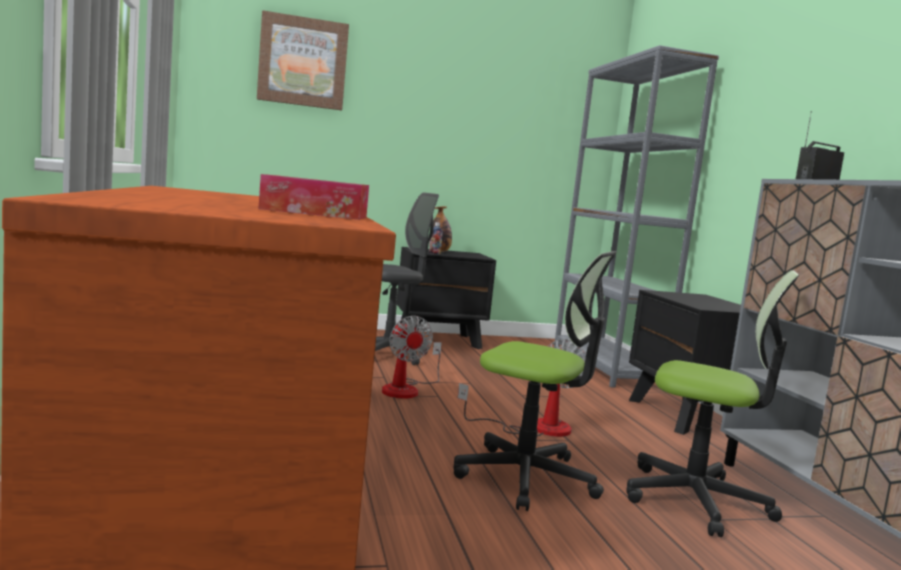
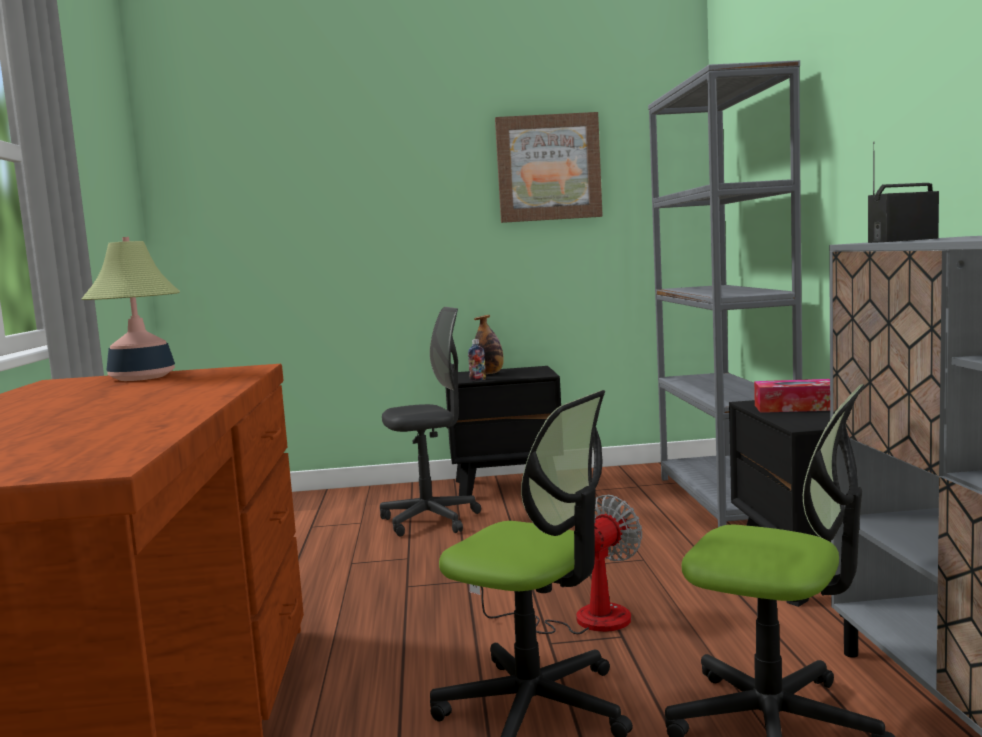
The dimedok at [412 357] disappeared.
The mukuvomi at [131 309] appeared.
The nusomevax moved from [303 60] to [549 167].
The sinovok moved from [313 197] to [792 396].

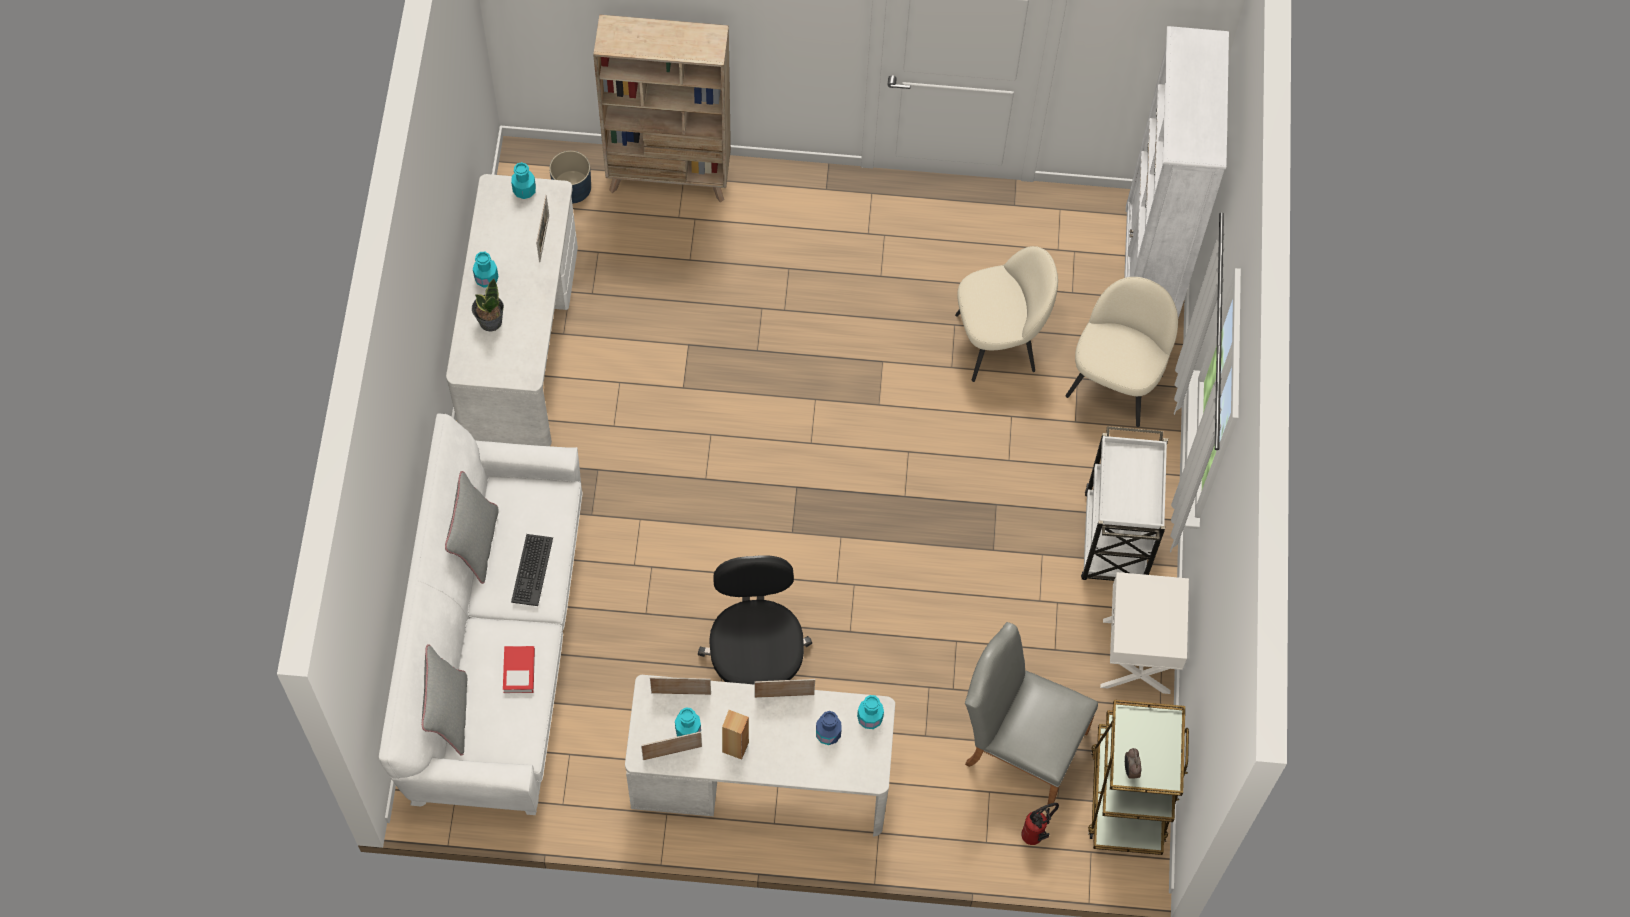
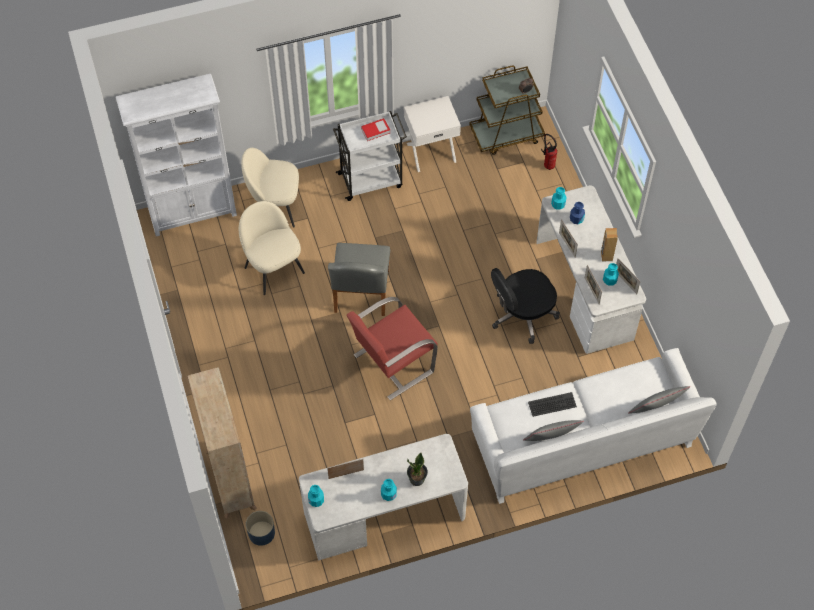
The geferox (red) at [392 348] appeared.
The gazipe moved from [519 669] to [375 129].
The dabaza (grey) moved from [1031 713] to [359 279].

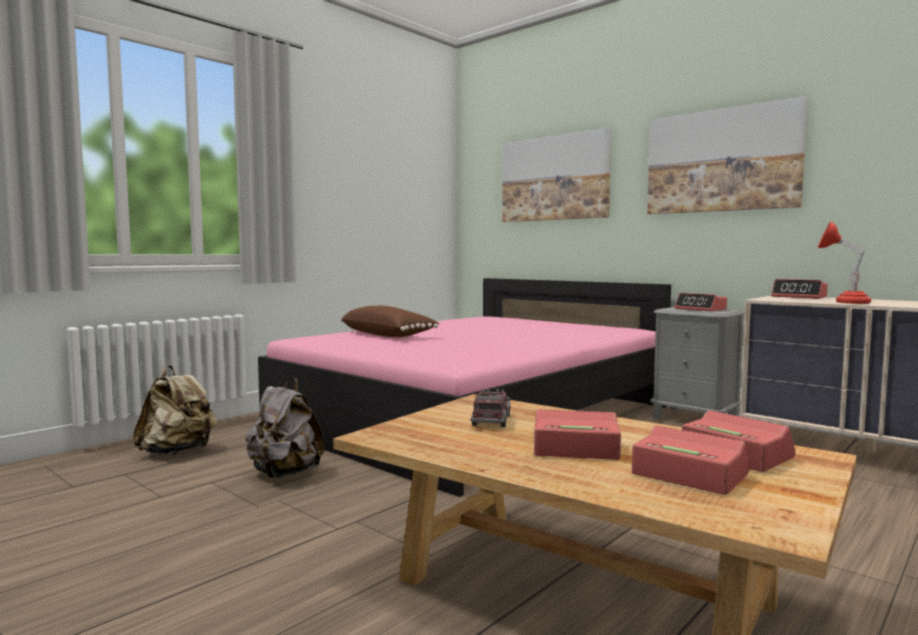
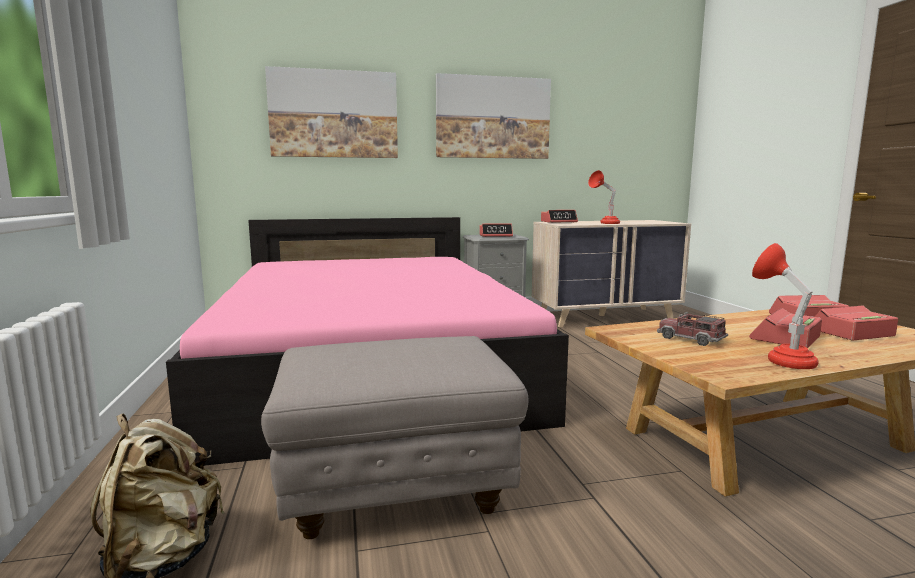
The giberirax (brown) at [389 321] disappeared.
The mukuvomi (red) at [785 306] appeared.
The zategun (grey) at [284 428] was replaced by the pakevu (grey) at [394 437].

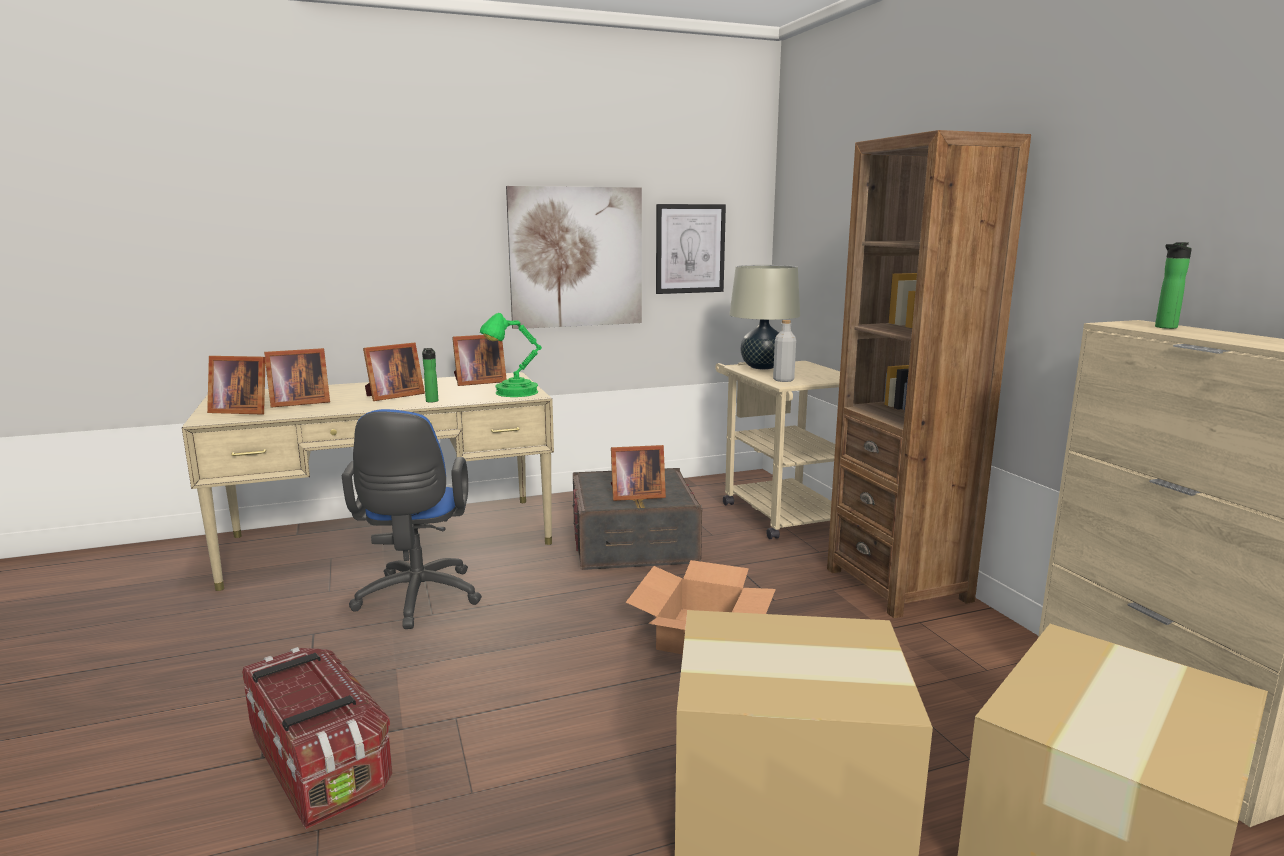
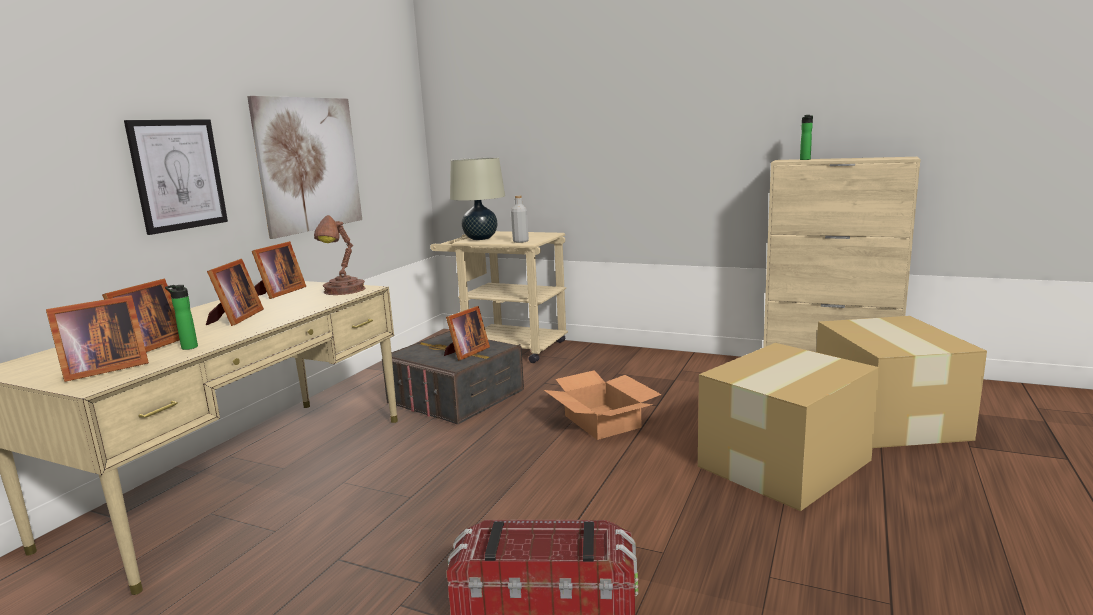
The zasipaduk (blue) at [412 519] disappeared.
The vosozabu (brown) at [929 374] disappeared.
The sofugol moved from [430 375] to [181 317].
The nusomevax moved from [691 249] to [176 177].
The mukuvomi (green) at [511 355] became the mukuvomi (brown) at [339 255].

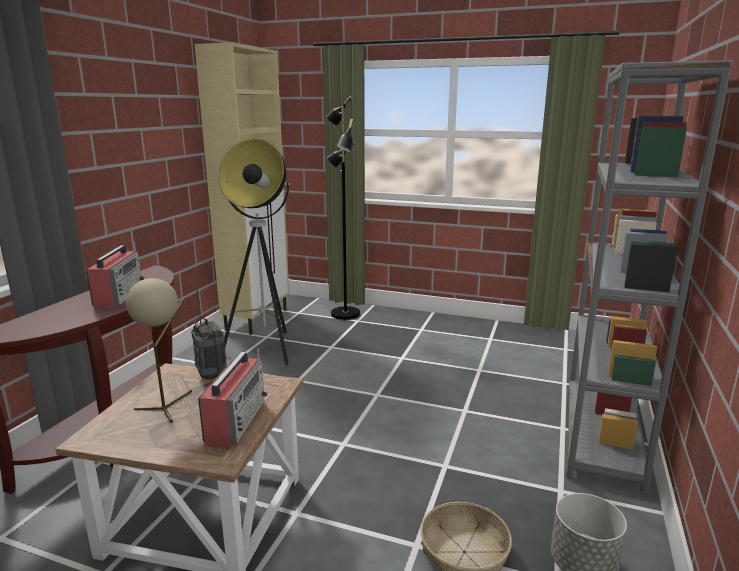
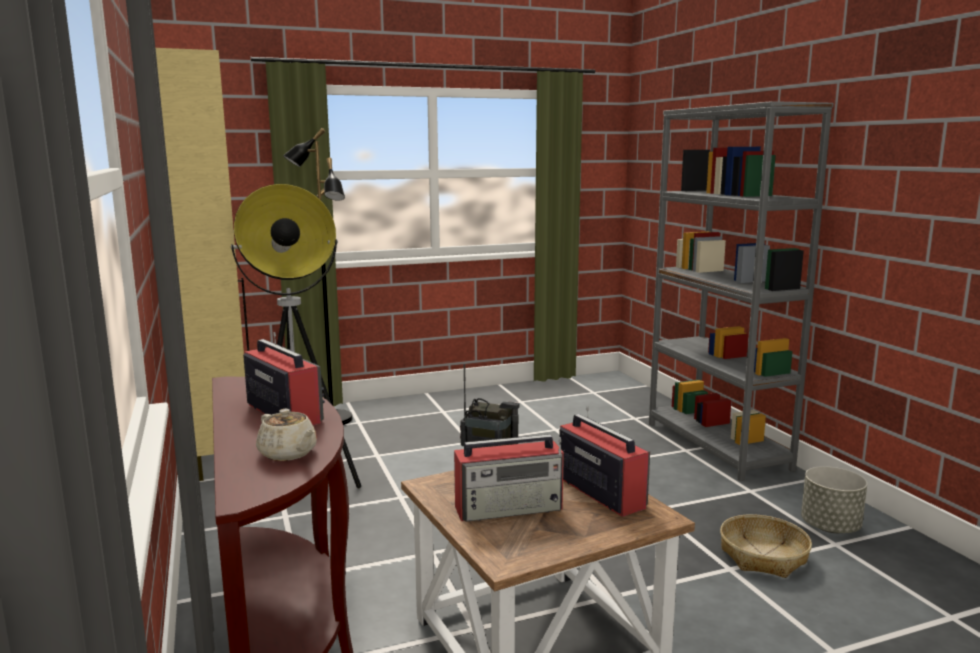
The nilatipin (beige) at [286 435] appeared.
The mukuvomi (beige) at [159 350] was replaced by the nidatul at [509 478].

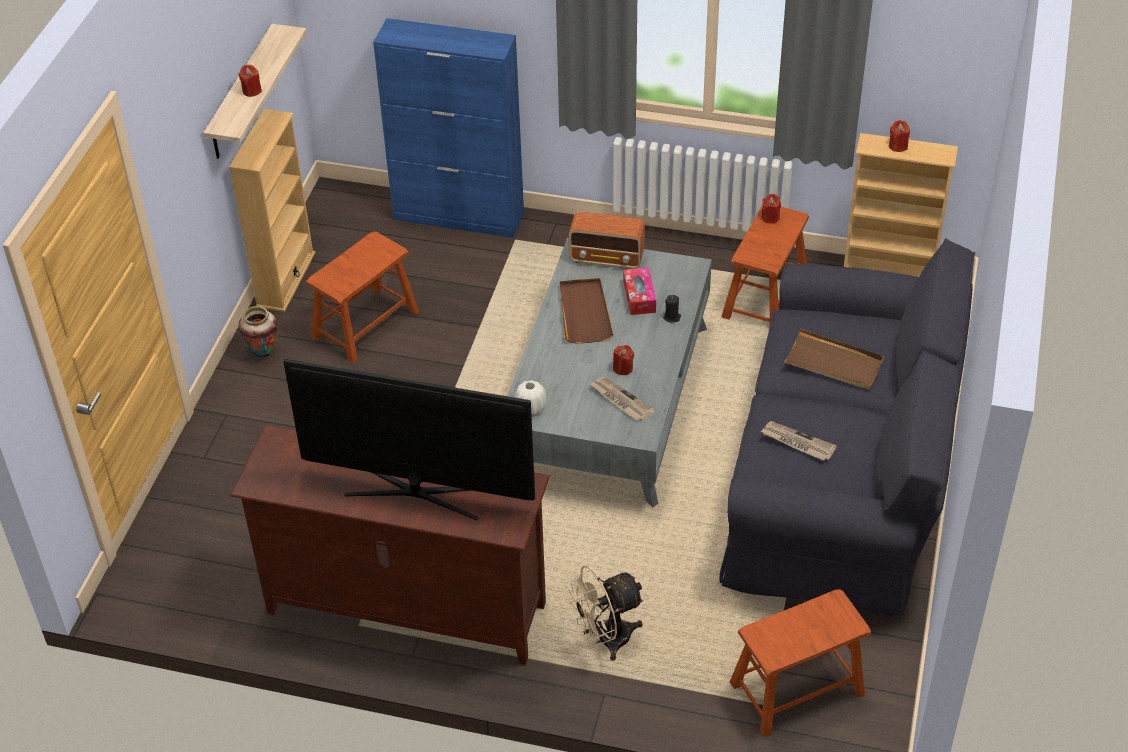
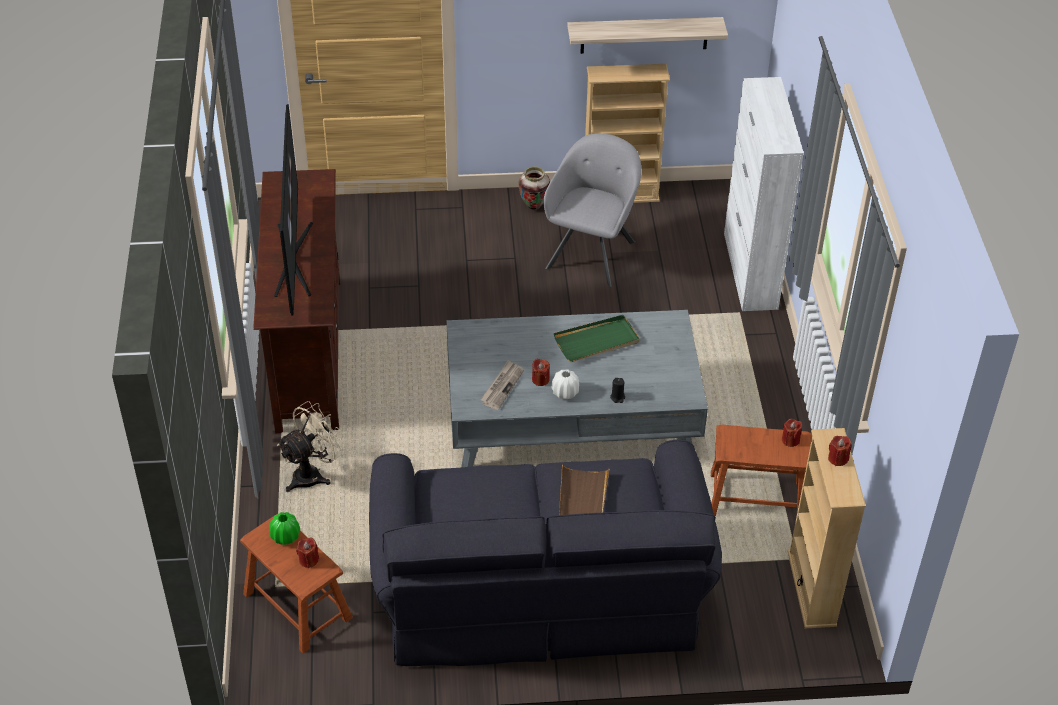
The nidatul at [606 240] disappeared.
The sinovok at [639 291] disappeared.
The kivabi at [798 441] disappeared.
The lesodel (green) at [285 528] appeared.
The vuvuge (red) moved from [250 81] to [307 553].
The lesodel (white) moved from [530 397] to [565 384].
The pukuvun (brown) at [362 297] was replaced by the geferox (grey) at [592 210].
The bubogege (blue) at [448 128] became the bubogege (white) at [764 194].
The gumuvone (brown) at [587 310] became the gumuvone (green) at [597 338].
The dimedok (beige) at [605 613] turned 90 degrees clockwise.

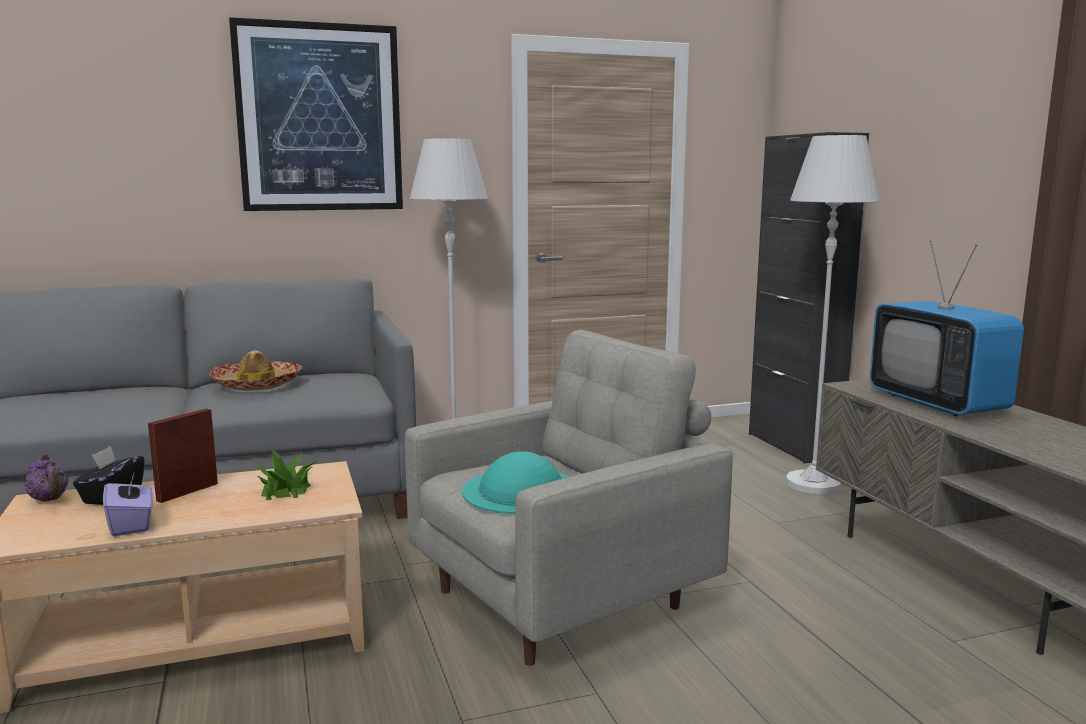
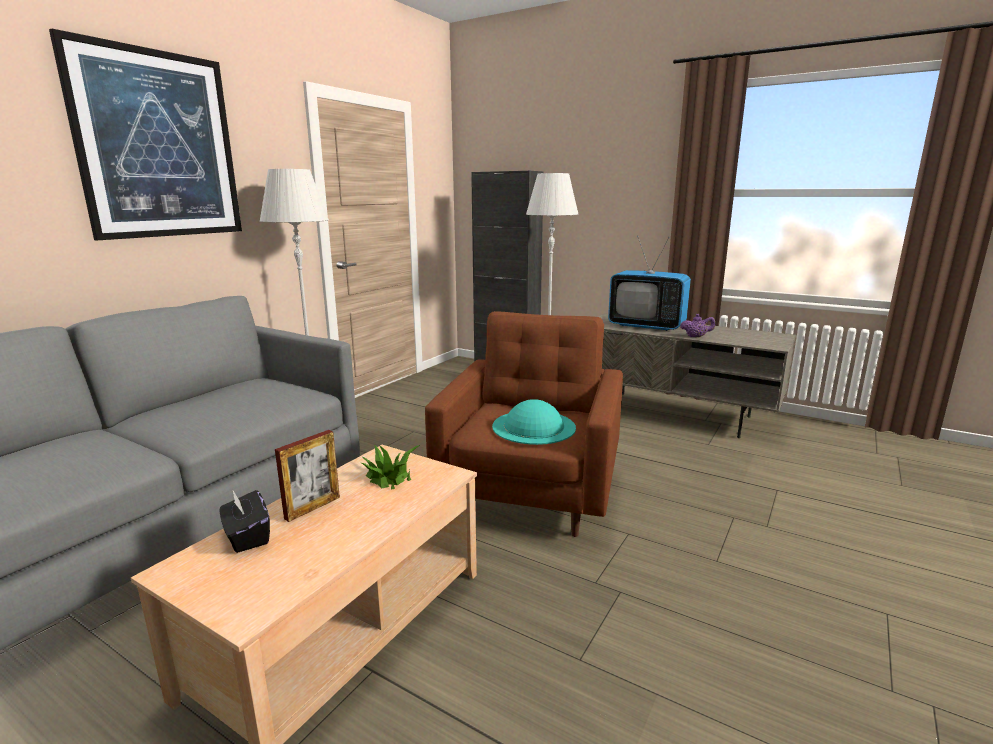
The sinovok (purple) at [128 503] disappeared.
The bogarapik at [255 371] disappeared.
The nilatipin (purple) moved from [46 477] to [697 326].
The geferox (grey) at [569 498] became the geferox (brown) at [524 424].
The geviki at [183 456] turned 135 degrees counterclockwise.

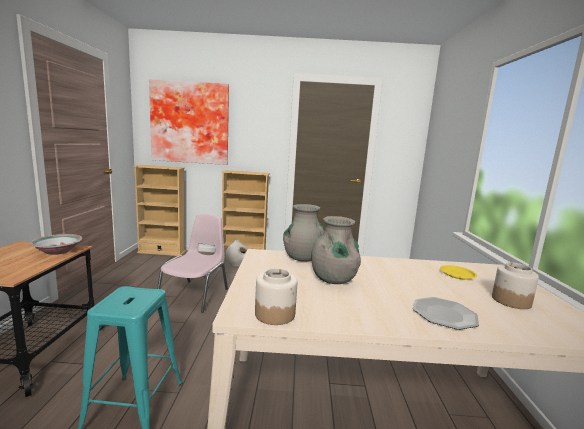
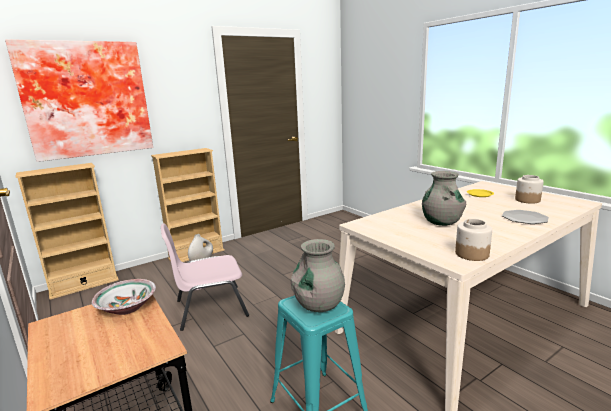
The lesodel (grey) moved from [304 233] to [318 275].
The dabaza (pink) at [192 263] turned 90 degrees counterclockwise.

